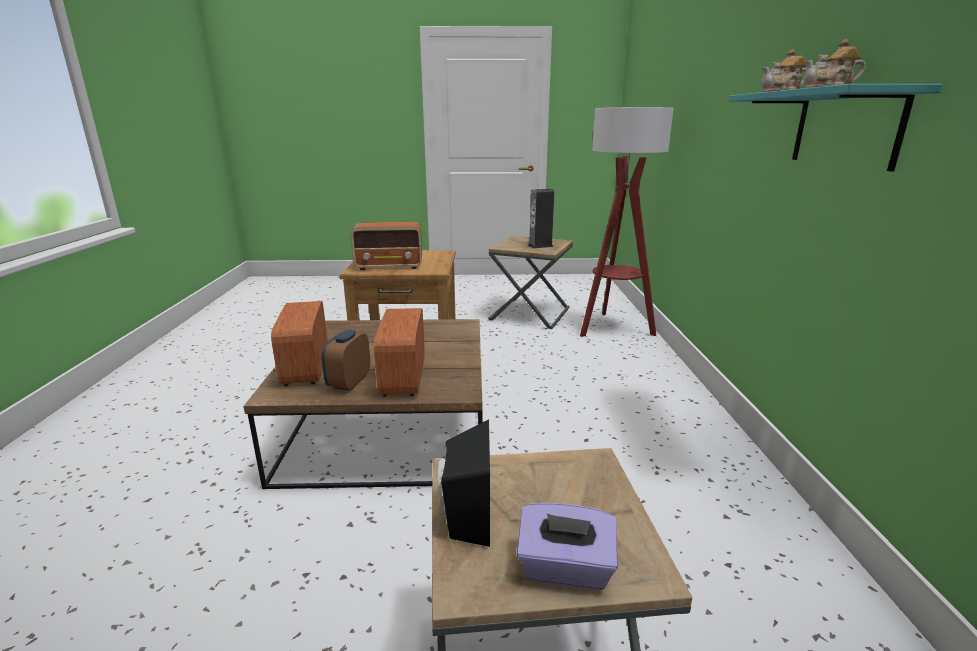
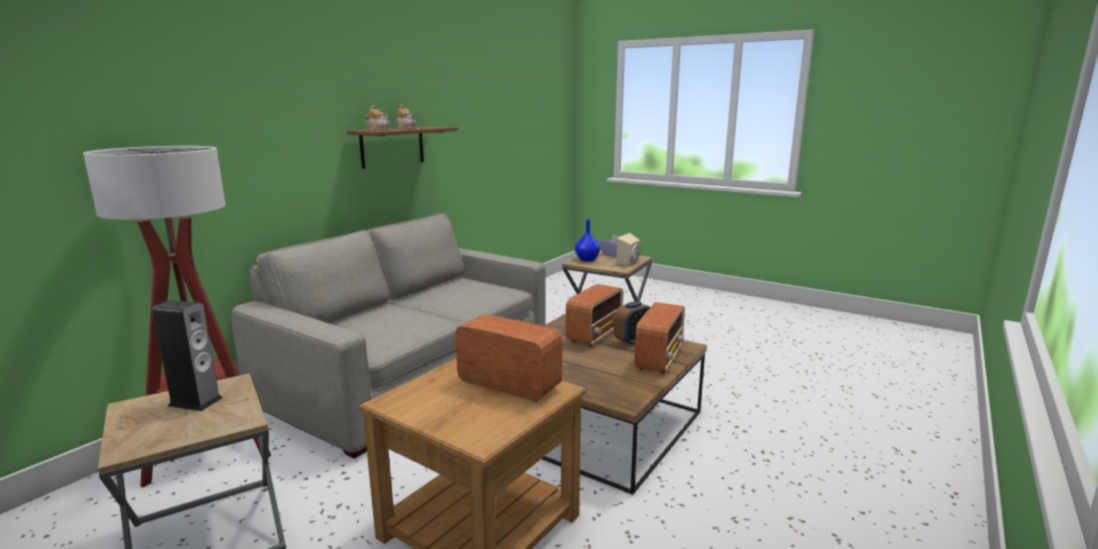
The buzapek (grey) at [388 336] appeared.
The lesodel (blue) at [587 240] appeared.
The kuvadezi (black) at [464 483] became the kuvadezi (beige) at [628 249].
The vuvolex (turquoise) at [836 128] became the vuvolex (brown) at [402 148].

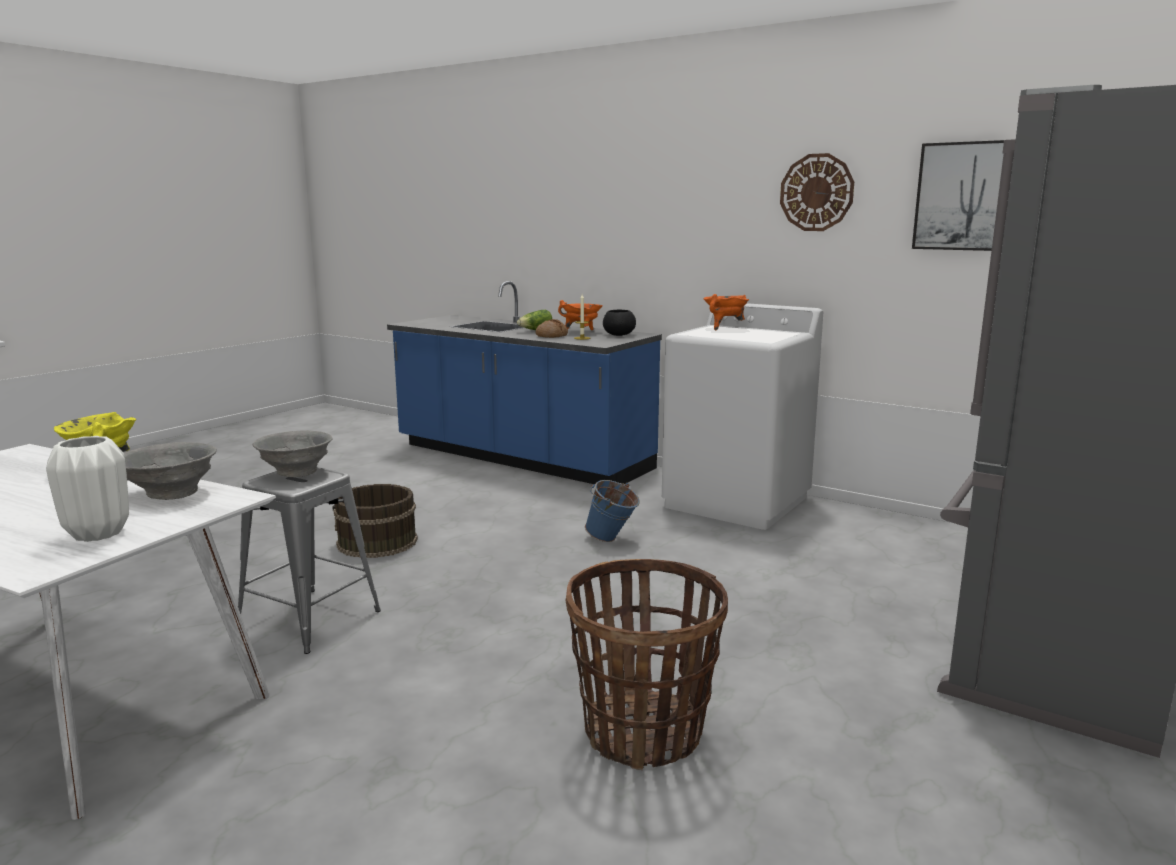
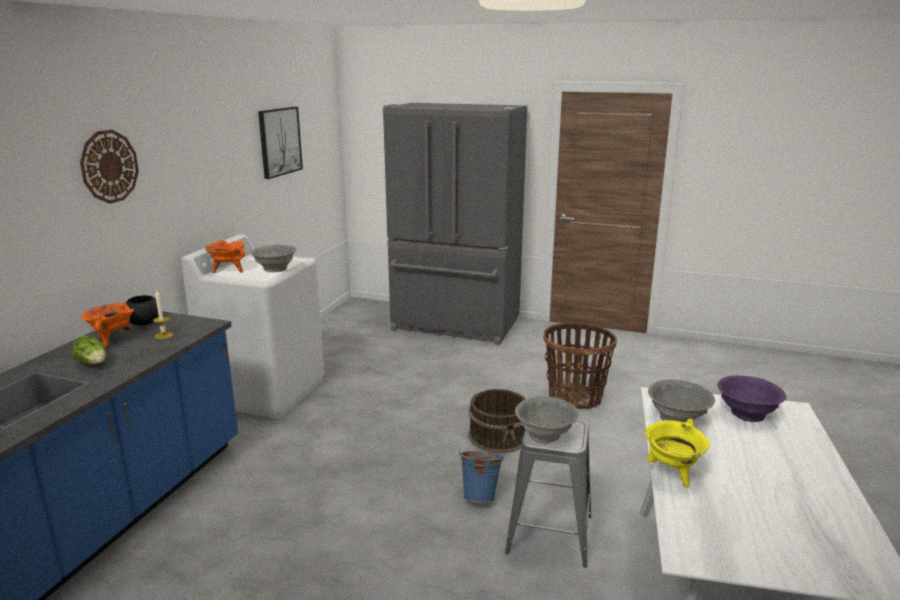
The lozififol at [552 328] disappeared.
The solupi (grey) at [273 258] appeared.
The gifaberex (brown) moved from [375 521] to [497 421].
The gifaberex (blue) moved from [612 511] to [481 476].
The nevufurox moved from [817 192] to [109 167].
The lesodel (white) at [87 489] was replaced by the solupi (purple) at [752 399].

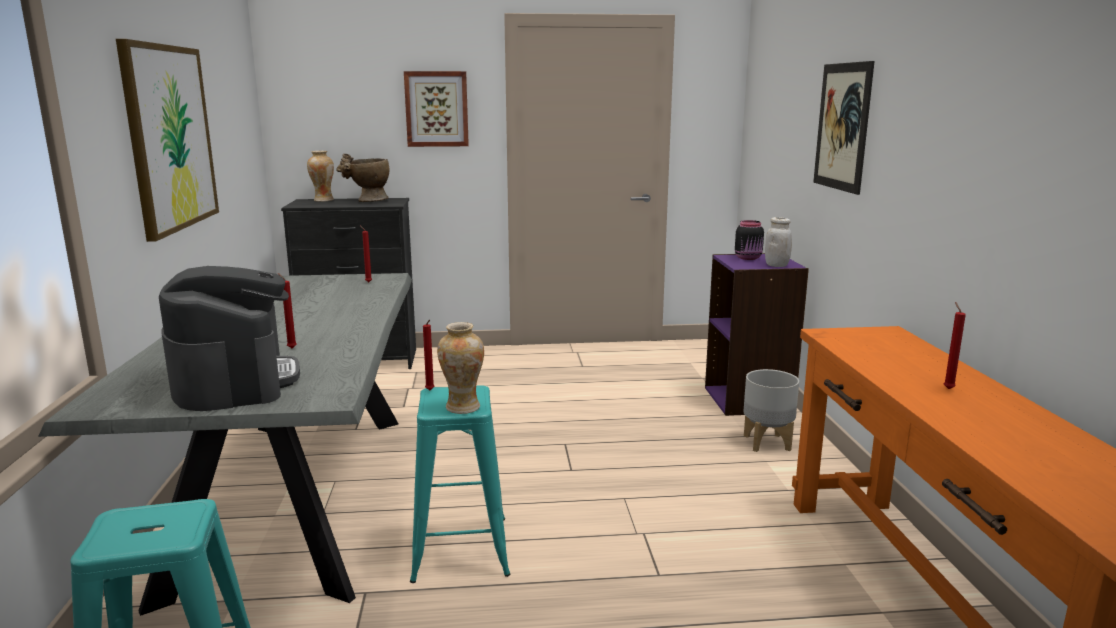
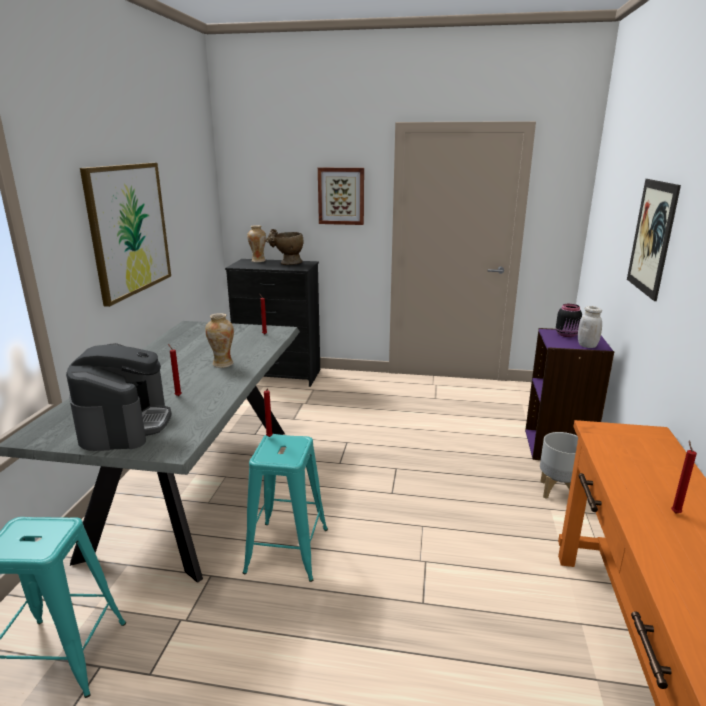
The lesodel moved from [460 368] to [219 340].

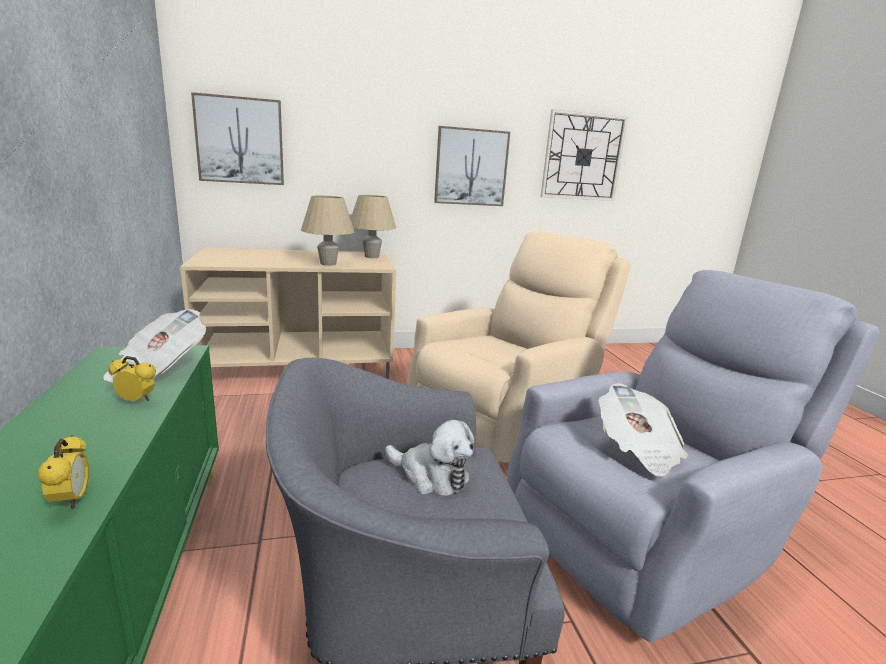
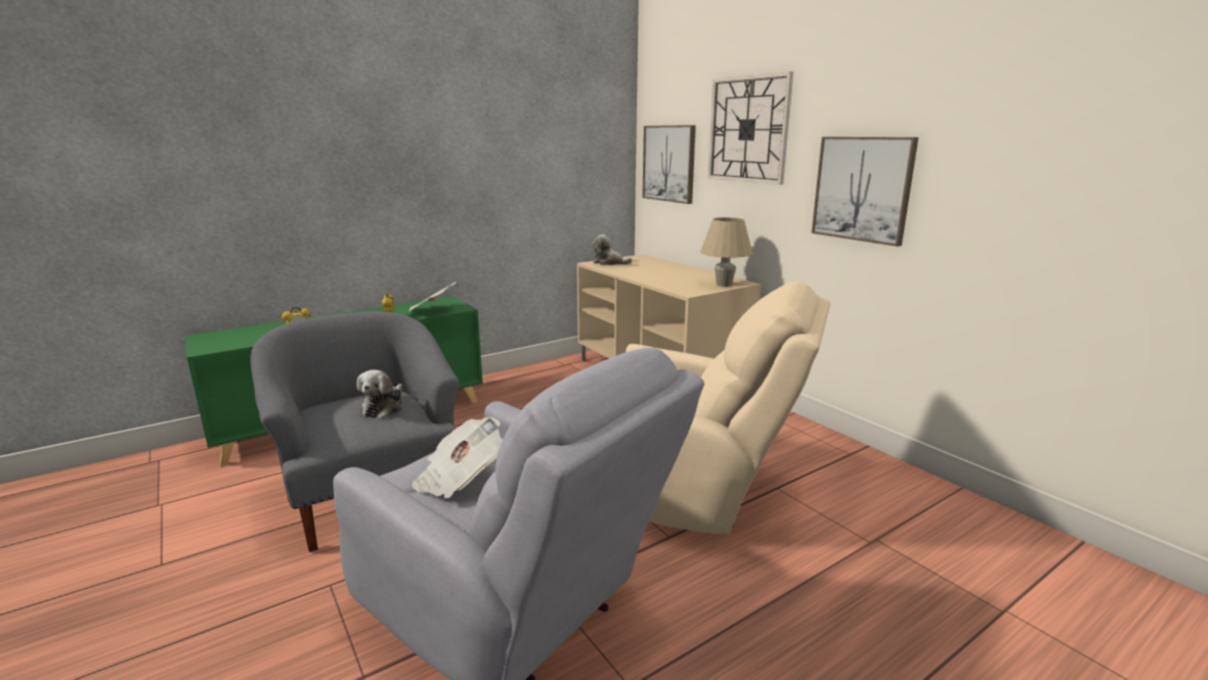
The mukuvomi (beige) at [327 230] disappeared.
The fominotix at [612 250] appeared.
The nevufurox moved from [584 155] to [750 128].

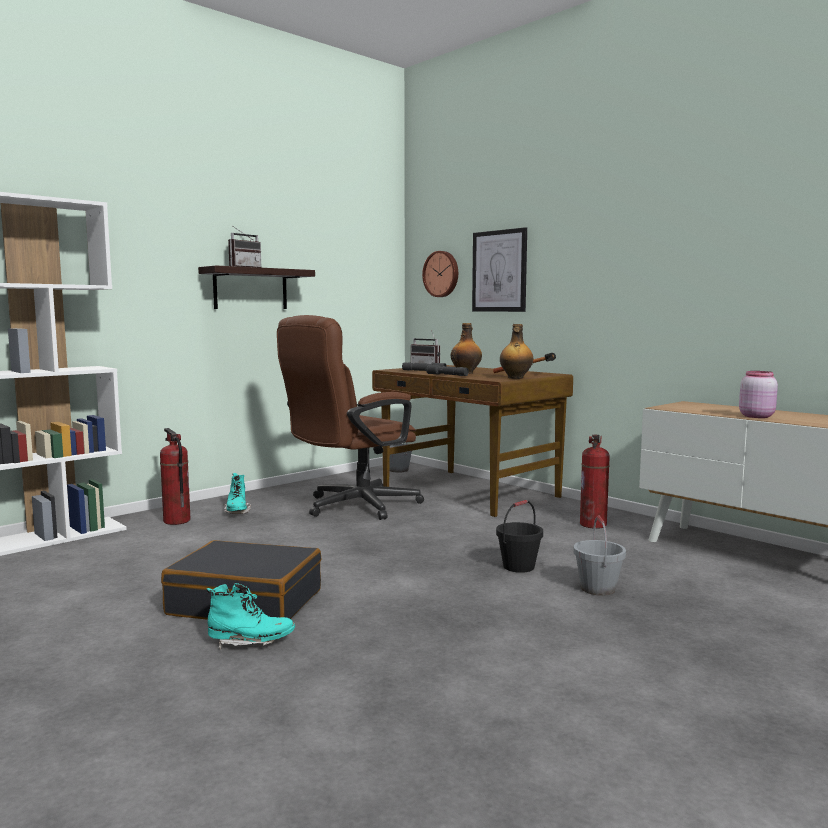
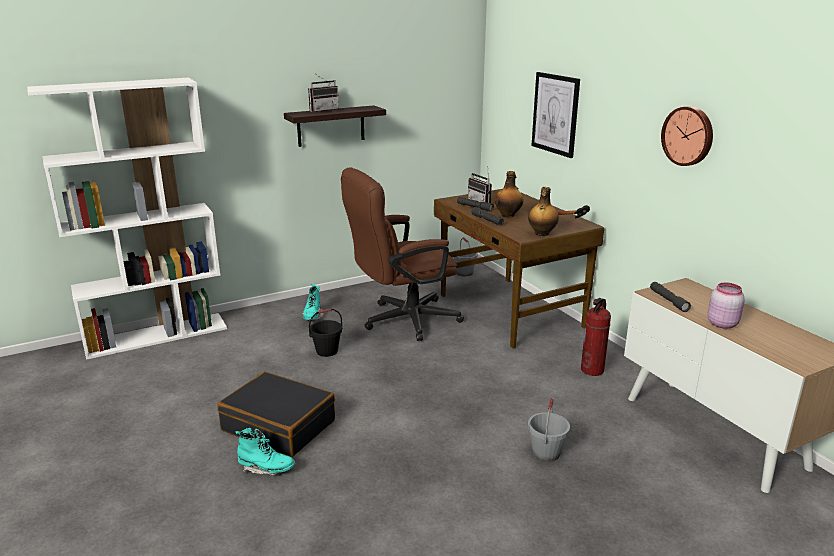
The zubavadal at [175 476] disappeared.
The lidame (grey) at [670 297] appeared.
The nevufurox moved from [440 274] to [687 136].
The gifaberex (black) moved from [519 536] to [325 332].

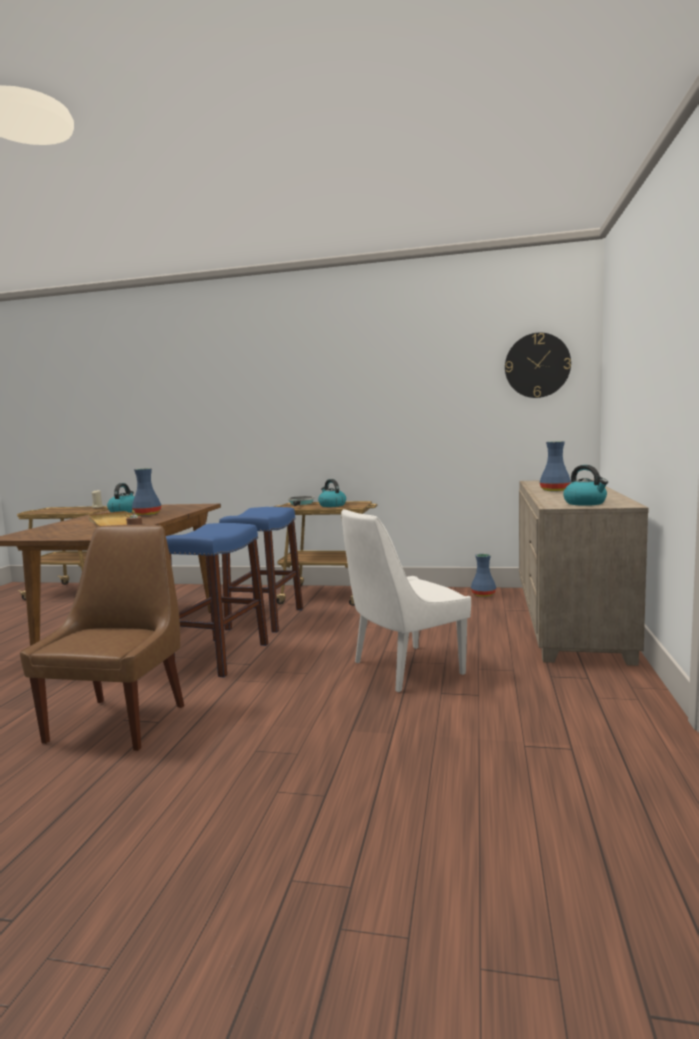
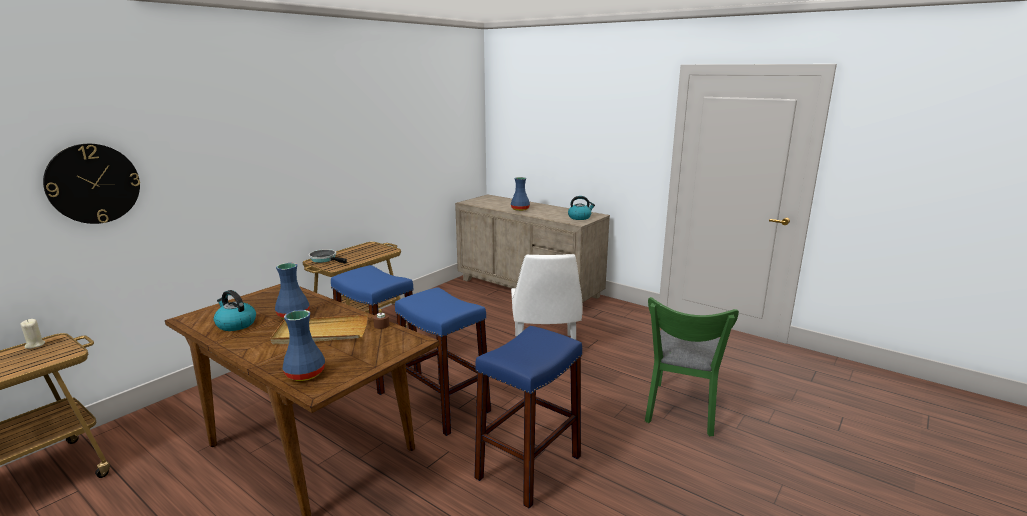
The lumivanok at [332 493] disappeared.
The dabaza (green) at [692 366] appeared.
The lesodel (blue) moved from [483 575] to [303 345].
The nevufurox moved from [538 365] to [91 184].
The dabaza (brown) at [102 638] was replaced by the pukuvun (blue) at [528 417].

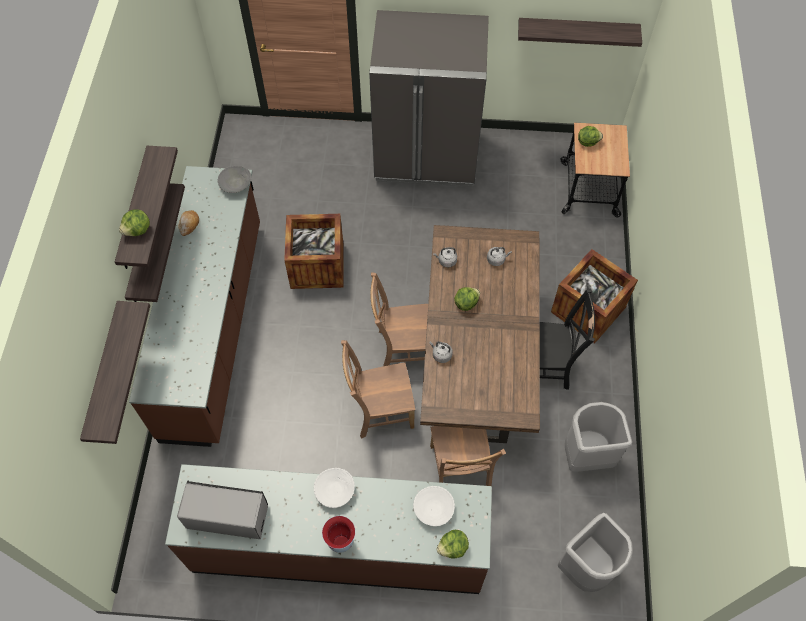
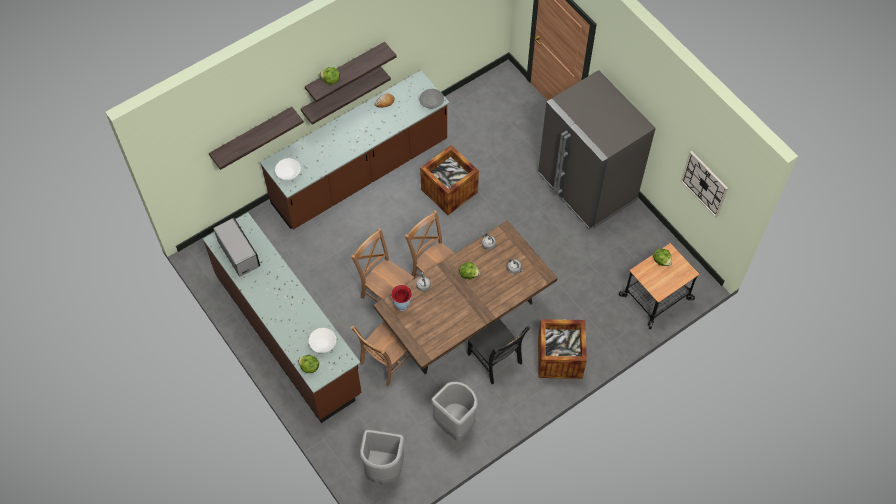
The solupi (white) moved from [334 488] to [288 169].
The lesodel moved from [338 534] to [401 298].
The vuvolex at [580 32] was replaced by the nevufurox at [704 184].

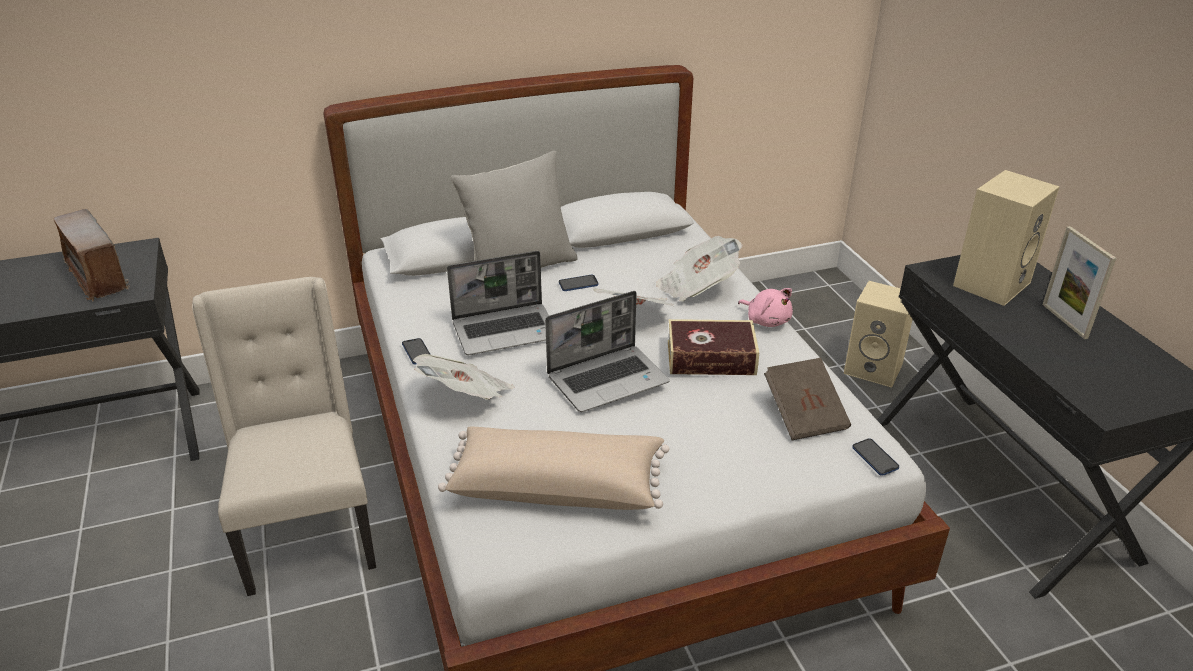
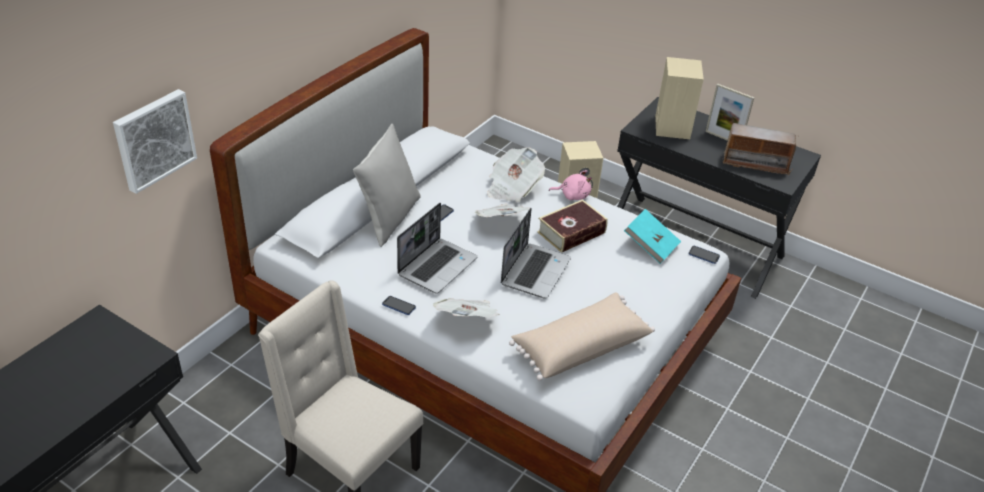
The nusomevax at [155 141] appeared.
The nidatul moved from [91 255] to [760 149].
The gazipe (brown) at [807 399] became the gazipe (turquoise) at [652 236].

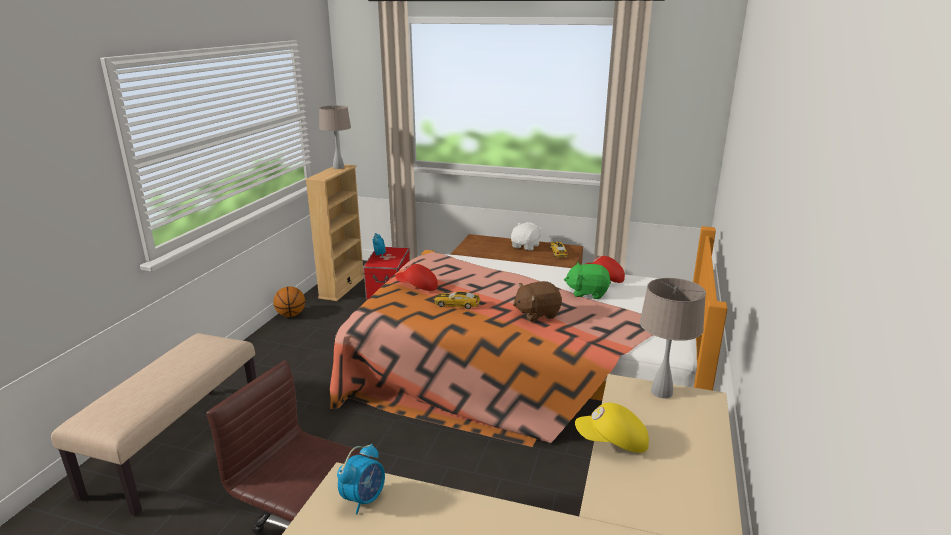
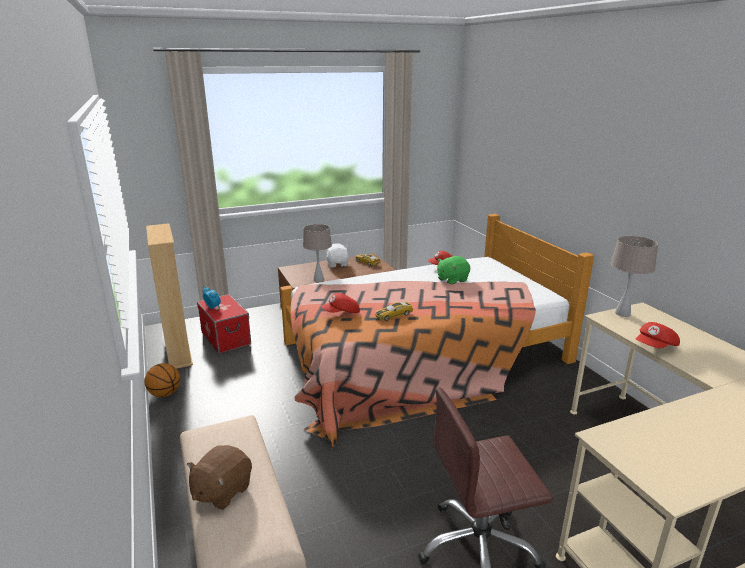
The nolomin at [361 479] disappeared.
The mukuvomi (beige) moved from [335 137] to [317 253].
The fominotix (brown) moved from [537 301] to [219 477].
The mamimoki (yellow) at [612 428] became the mamimoki (red) at [658 335].

